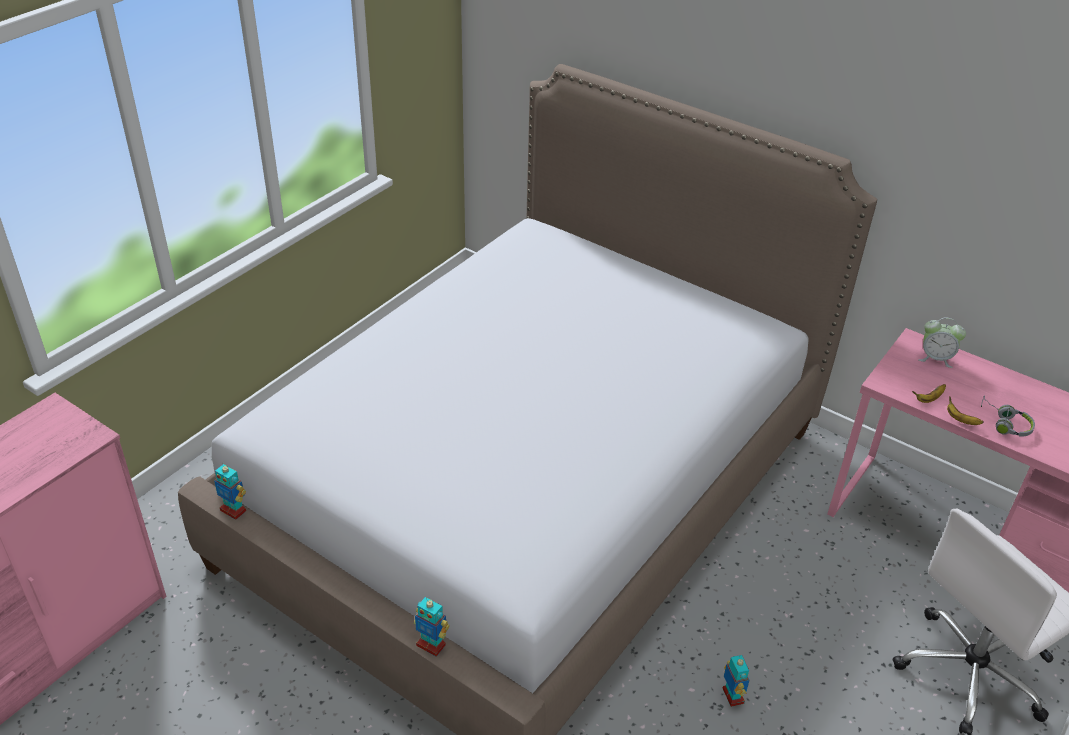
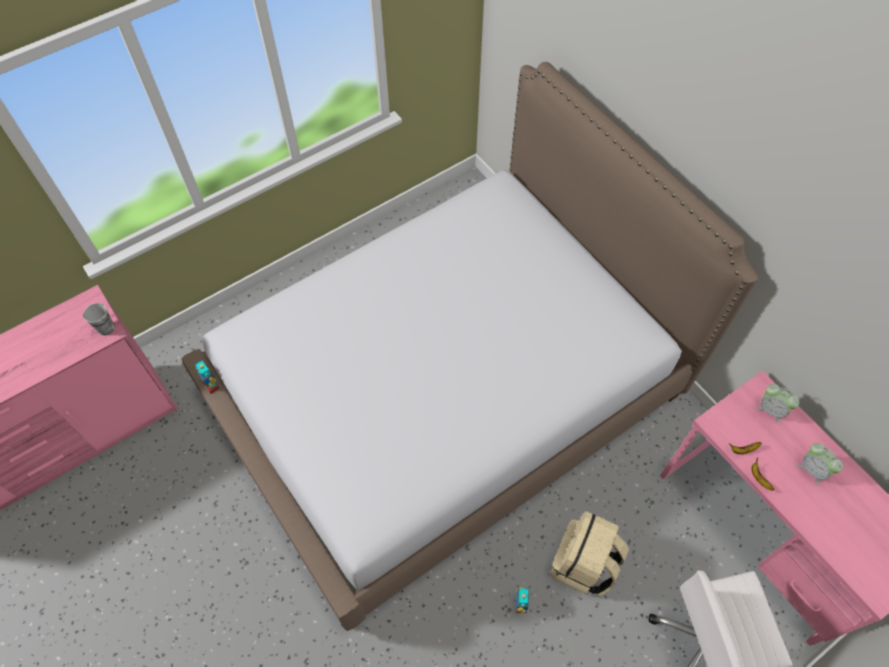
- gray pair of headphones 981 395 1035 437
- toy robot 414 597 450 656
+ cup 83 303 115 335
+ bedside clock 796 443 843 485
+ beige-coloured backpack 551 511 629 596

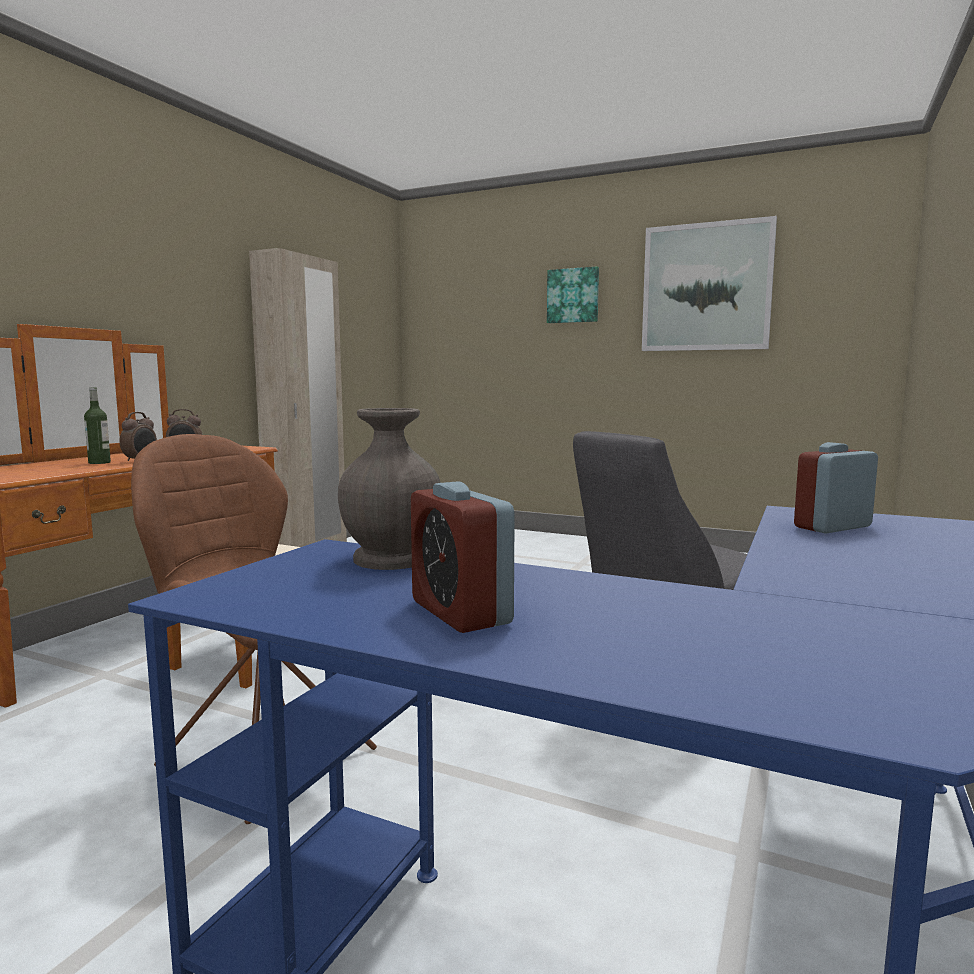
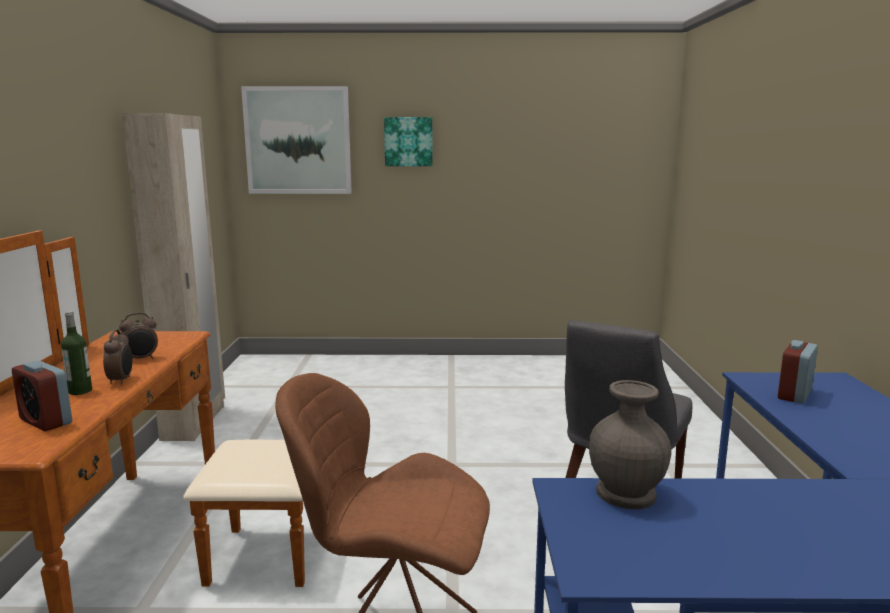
~ picture 642 216 777 351 to 241 86 352 194
~ bedside clock 411 482 515 633 to 12 361 72 431

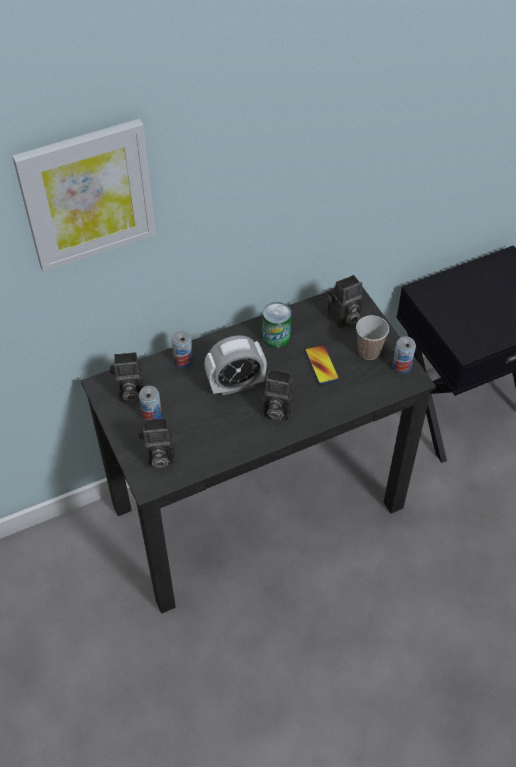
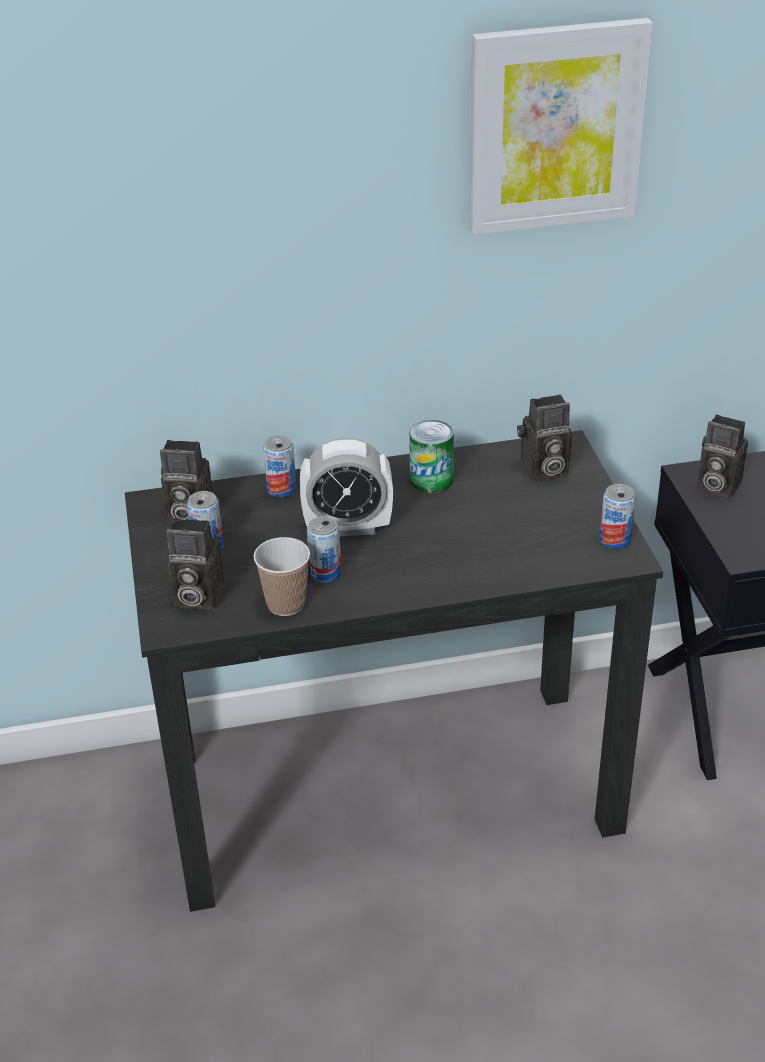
~ picture 12 119 156 272 to 469 18 653 235
~ cup 356 315 389 360 to 253 537 310 616
- telephone 305 344 339 384
~ still camera 263 369 296 421 to 697 414 748 499
+ can 307 516 342 583

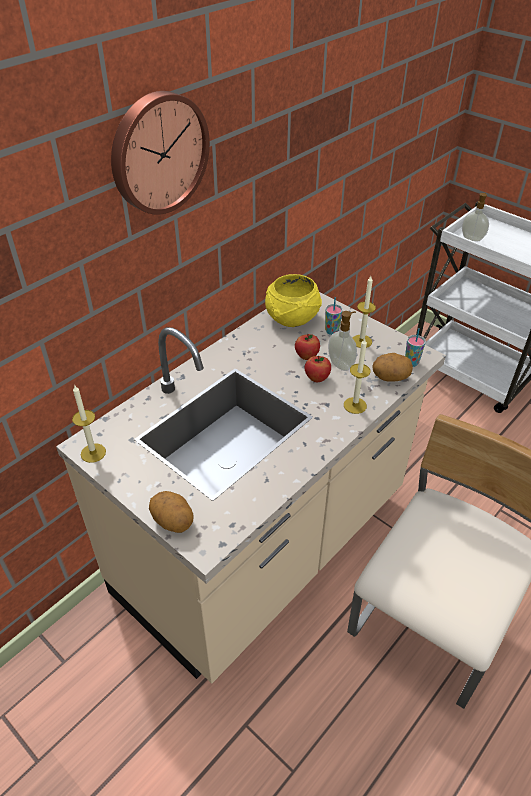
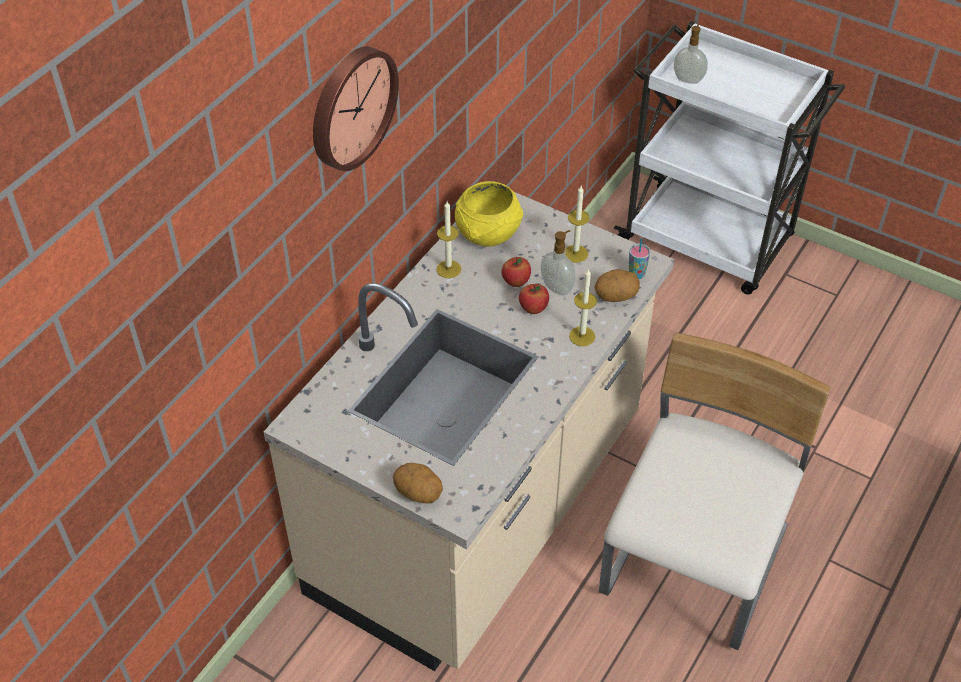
- cup 325 297 343 335
~ wax candle 72 386 106 463 to 436 202 461 278

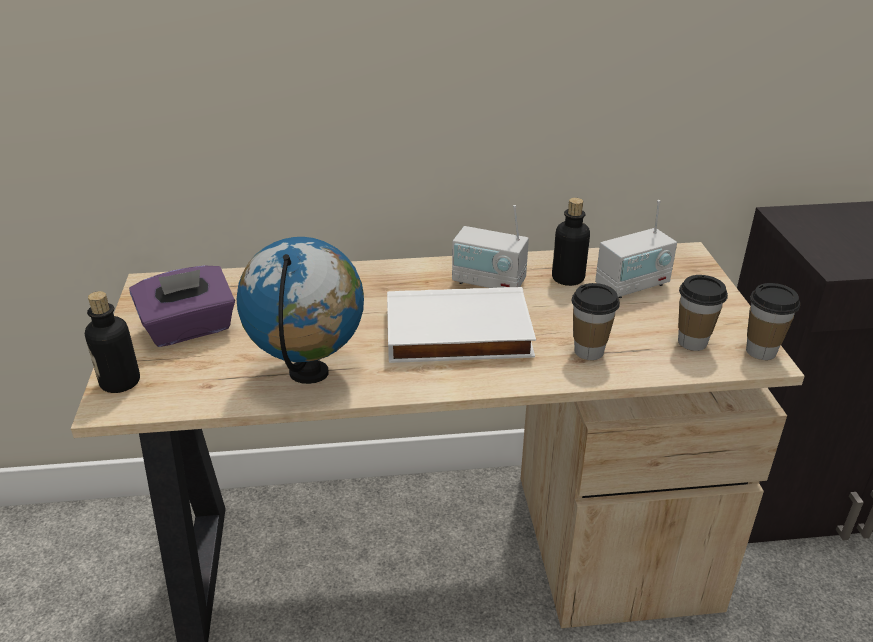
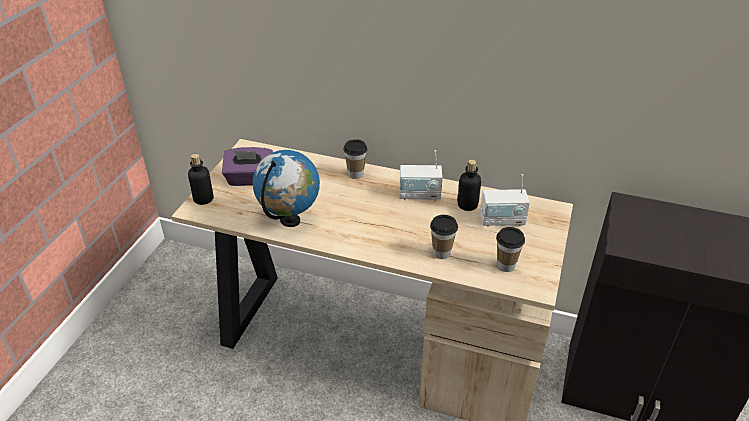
~ radio 452 205 529 288 = 400 150 443 201 45 degrees counterclockwise
~ cup 746 283 800 360 to 343 139 368 179
- white bound book 387 287 536 363

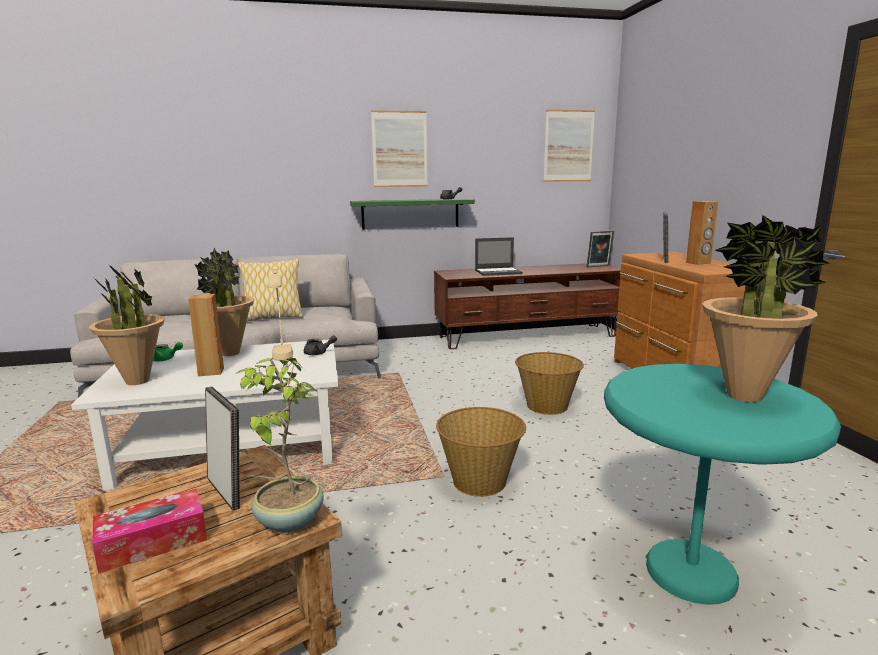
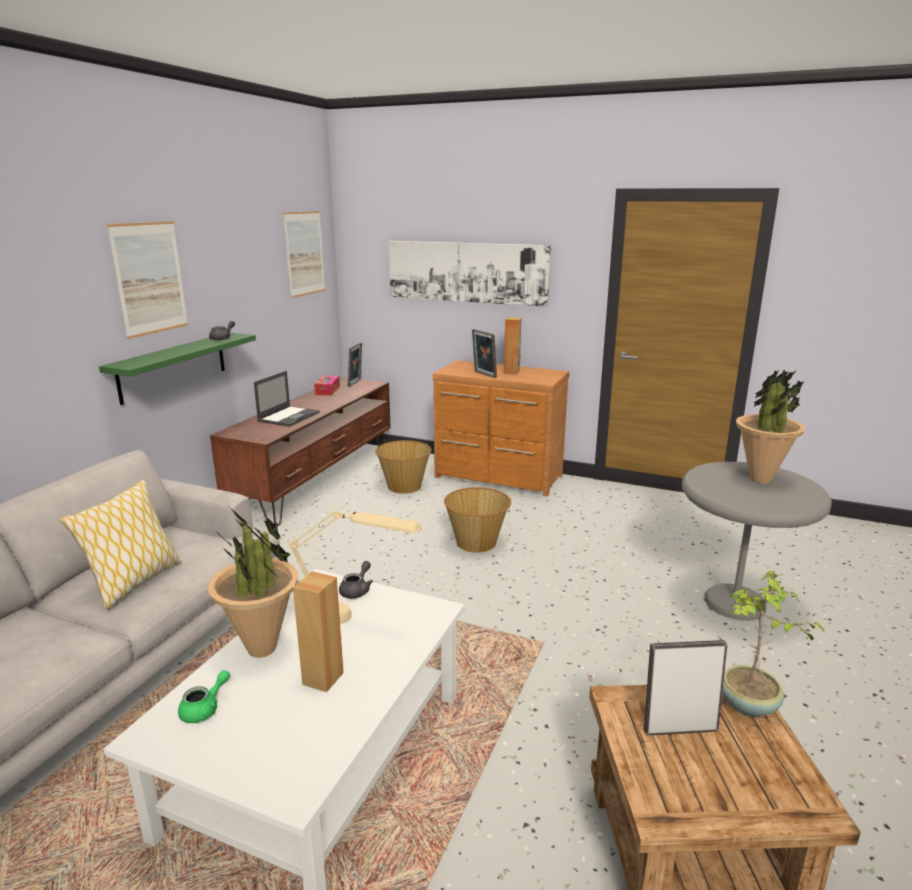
- houseplant 89 263 165 385
~ turquoise end table 604 364 841 605 to gray end table 682 462 832 621
~ storage basket 436 407 526 497 to 375 440 432 494
~ box of tissues 92 489 207 574 to 314 376 340 395
+ picture 389 241 551 307

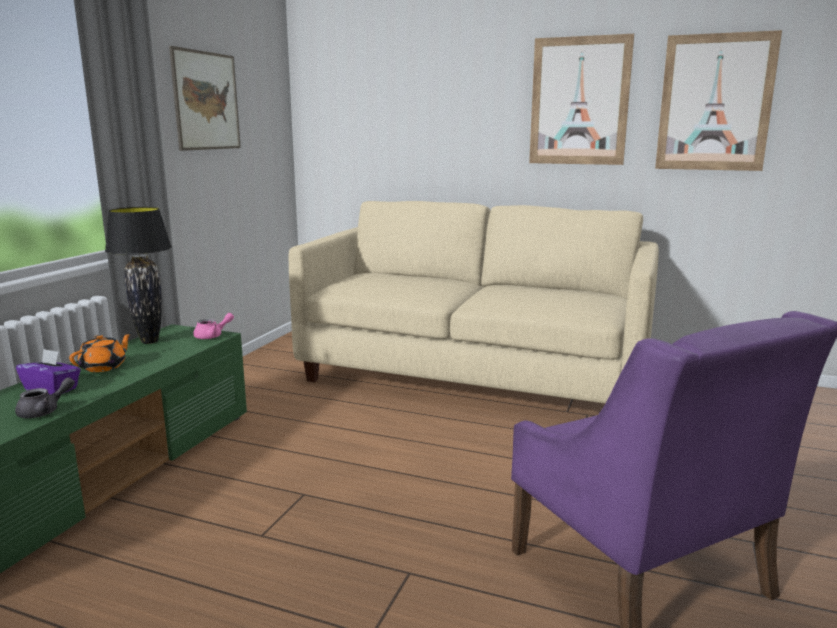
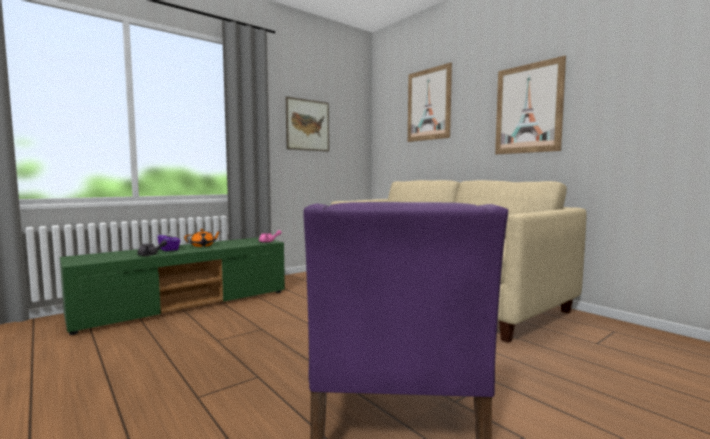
~ picture 655 30 782 171 to 408 63 452 142
- black tabletop lamp 105 207 172 344

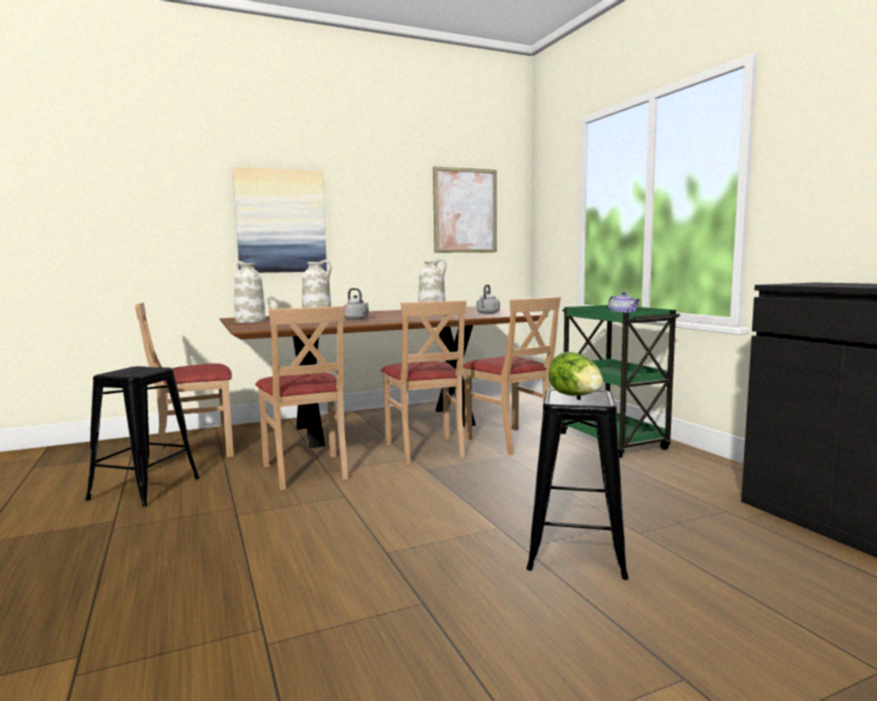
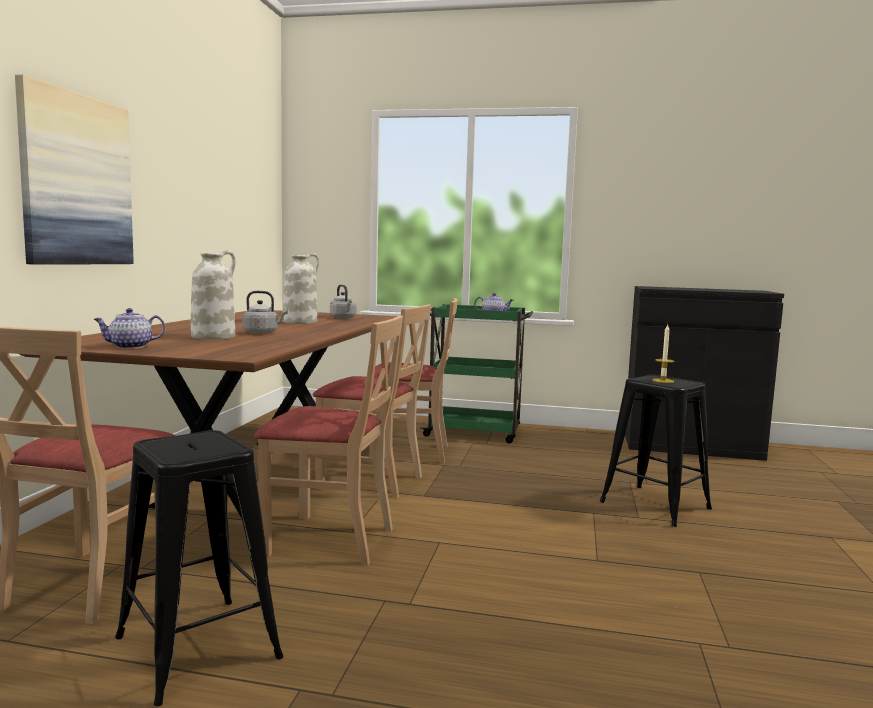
- picture 433 166 497 253
~ white decorative vase 234 261 266 323 to tea pot 94 308 166 349
~ head of lettuce 548 352 603 396 to wax candle 652 325 674 383

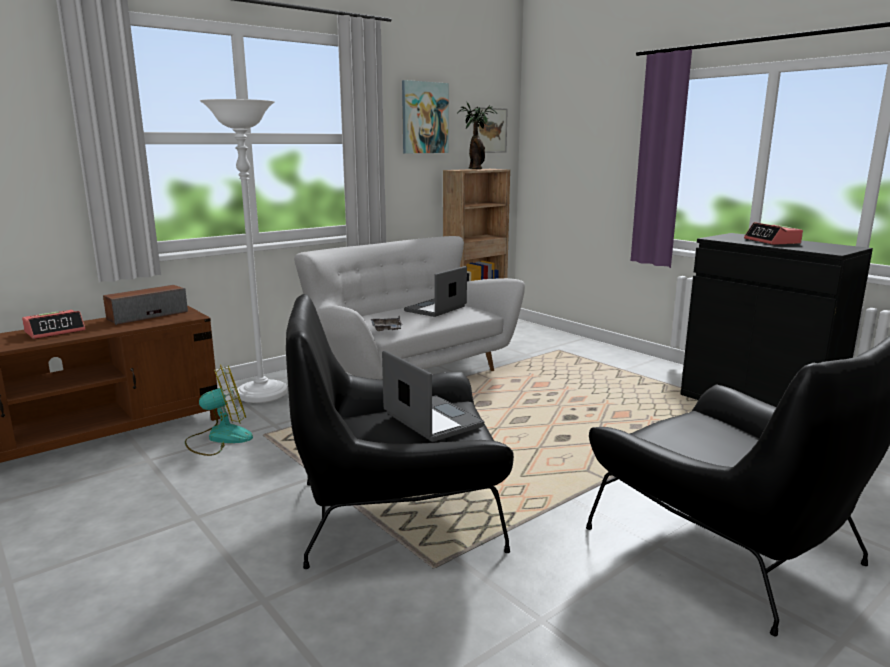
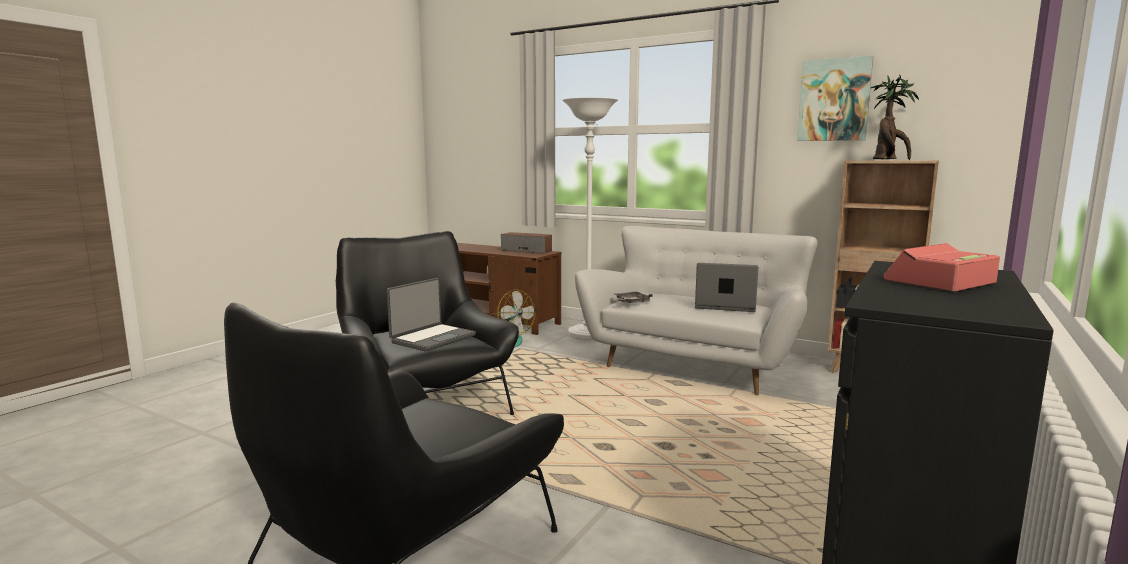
- picture 475 107 508 153
- bedside clock 22 310 85 339

